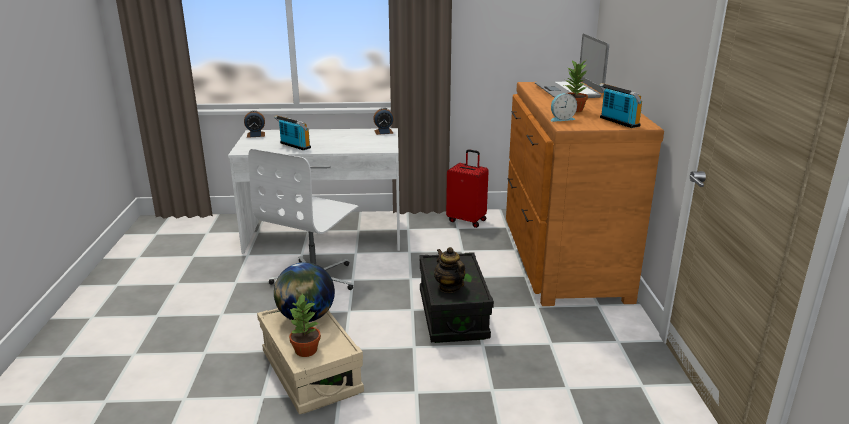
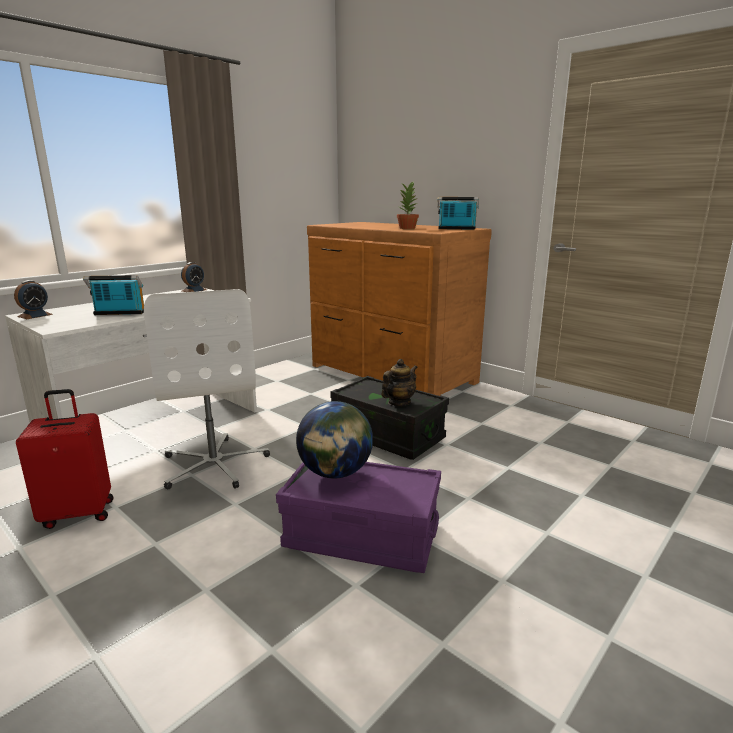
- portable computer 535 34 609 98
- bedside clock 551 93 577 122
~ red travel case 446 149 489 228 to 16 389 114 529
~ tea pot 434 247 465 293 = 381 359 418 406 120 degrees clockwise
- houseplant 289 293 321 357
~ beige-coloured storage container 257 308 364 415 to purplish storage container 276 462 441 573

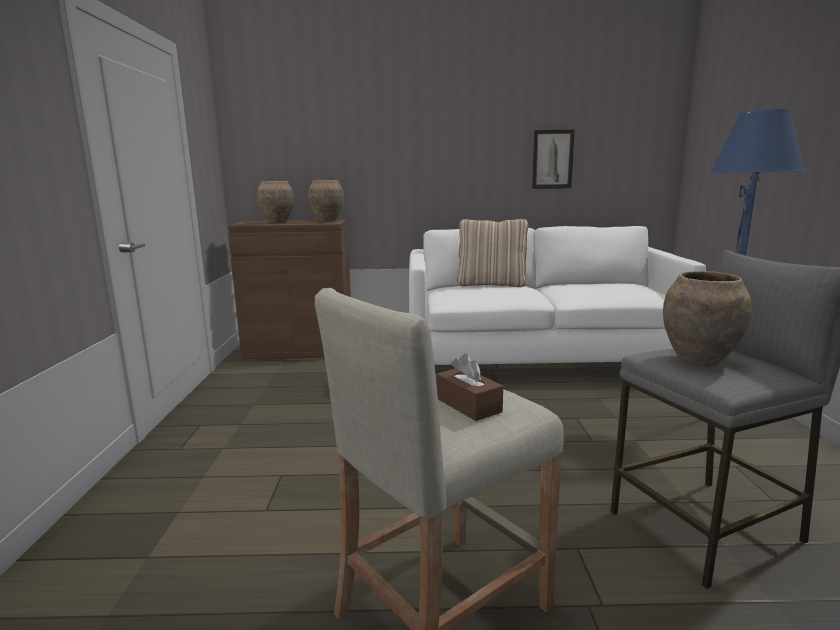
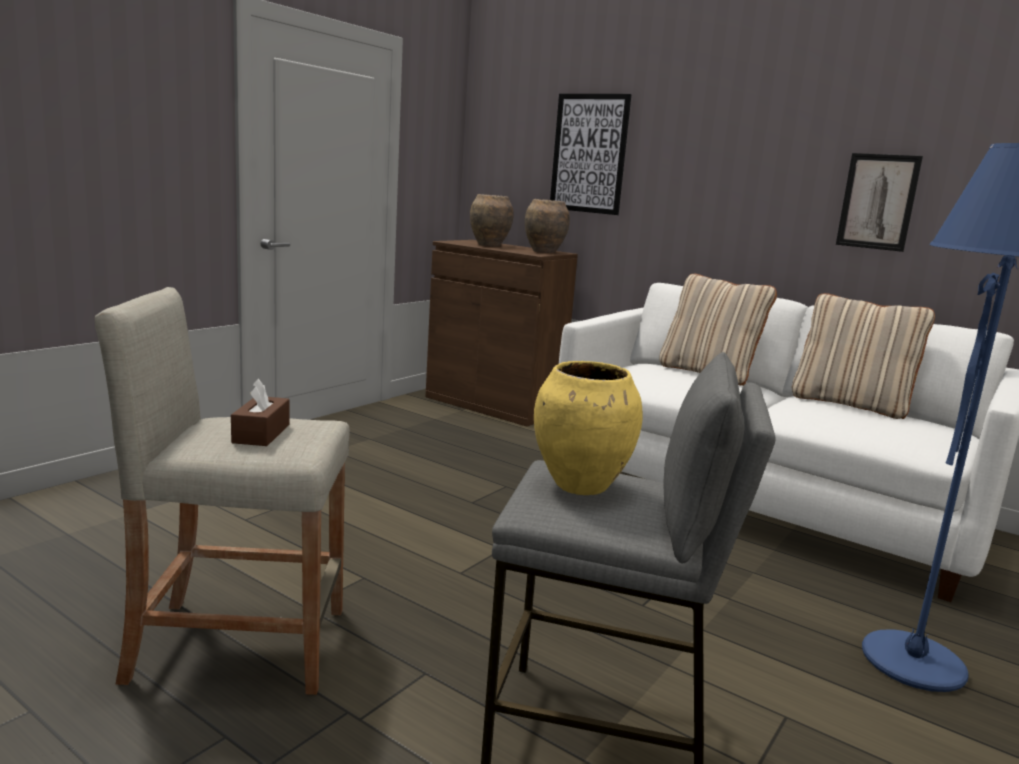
~ brown-coloured decorative vase 663 271 752 367 to yellowish decorative vase 534 361 643 495
+ picture 550 94 632 215
+ beige-coloured pillow 792 293 935 419

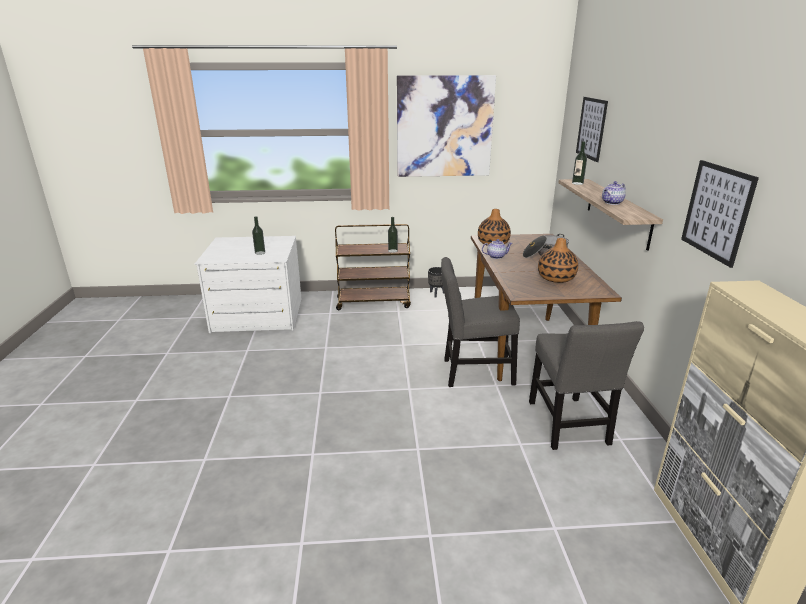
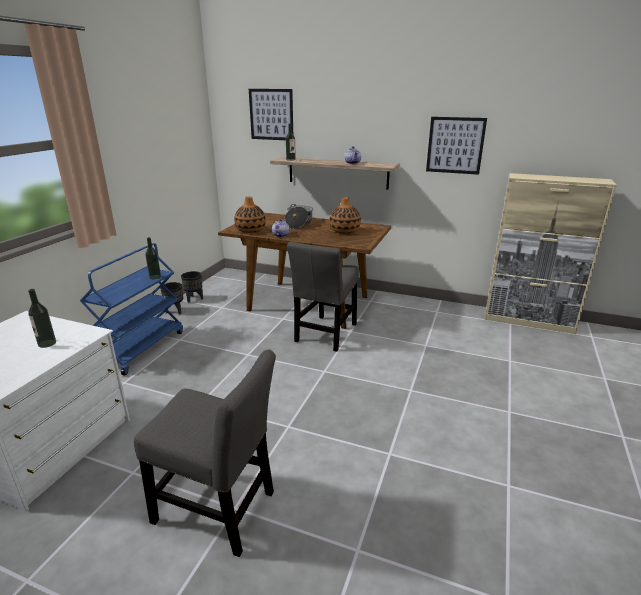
- picture 397 75 496 177
~ brown-coloured wheeled cart 335 224 411 310 to blue wheeled cart 80 243 183 376
~ gray upright chair 529 321 644 450 to 134 349 276 557
+ black plant pot 181 271 203 302

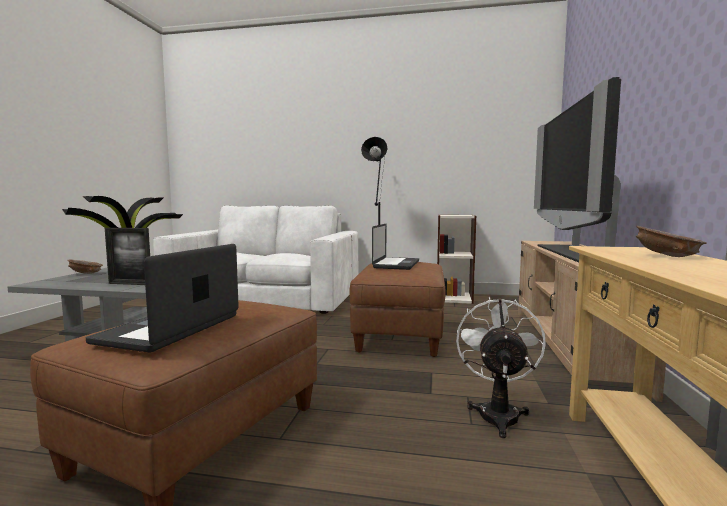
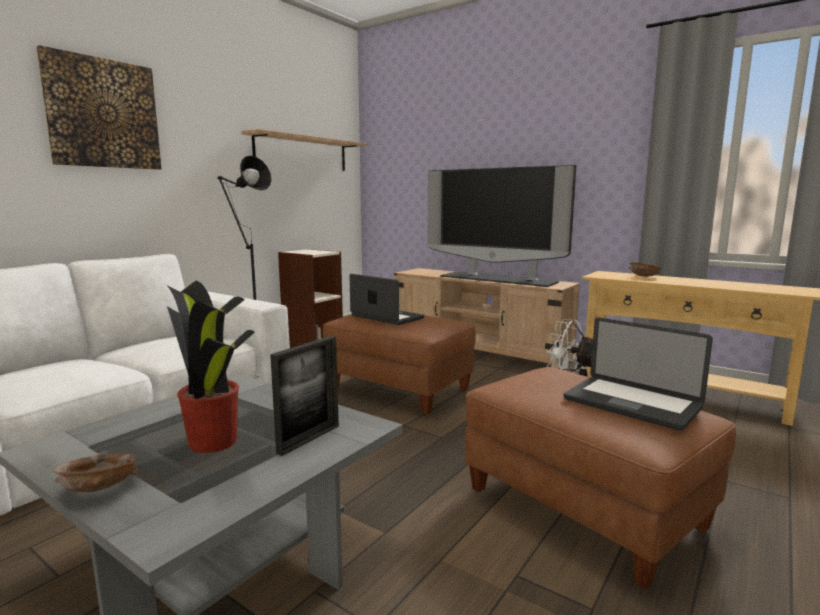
+ picture 36 45 161 170
+ bracket shelf 242 129 367 171

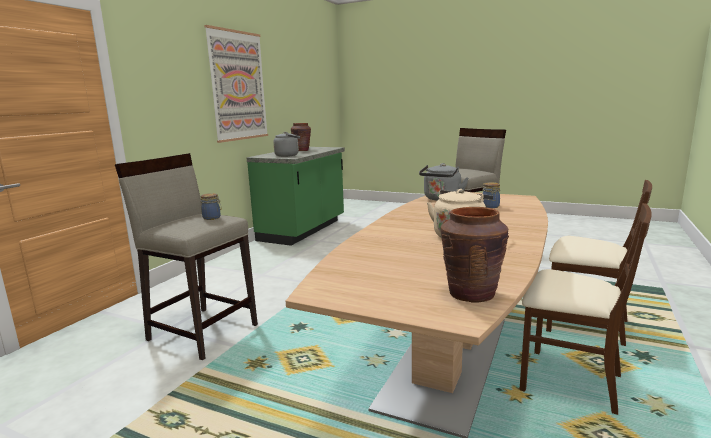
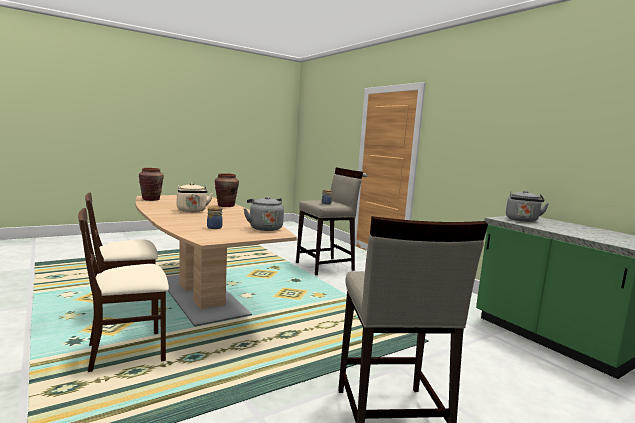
- picture 204 25 268 143
~ brown-coloured decorative vase 291 123 311 151 to 215 173 239 207

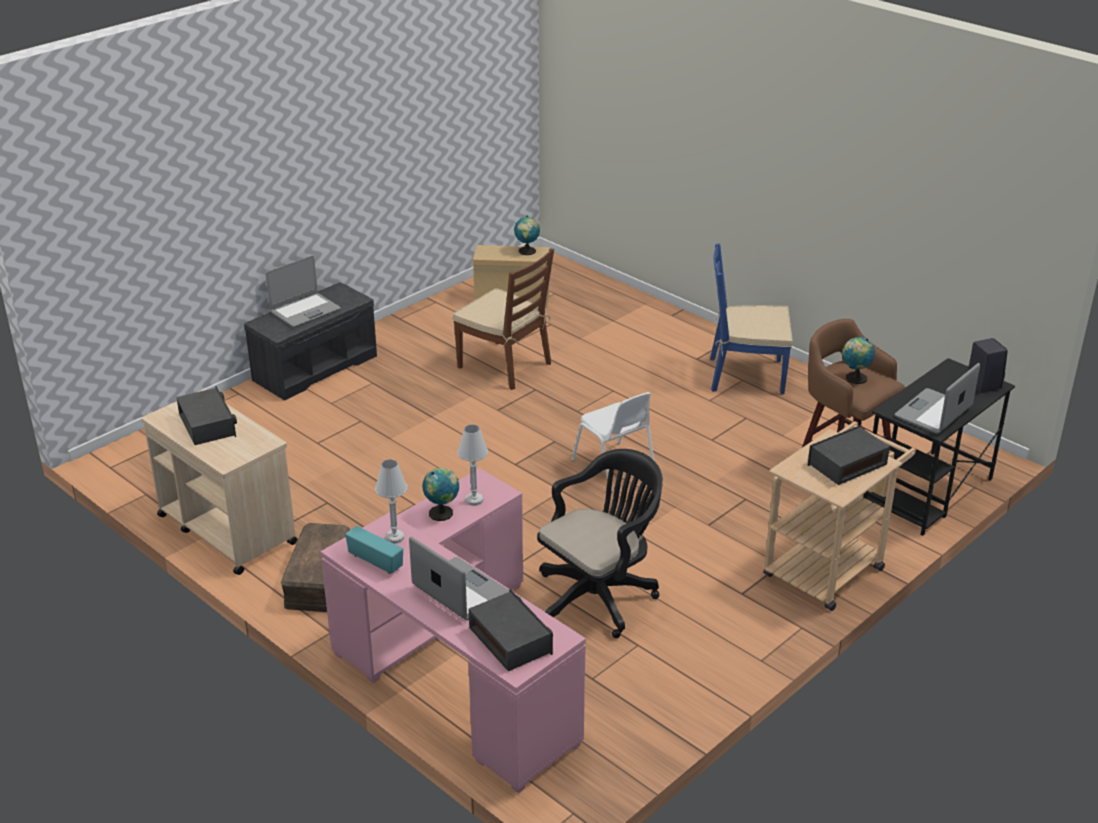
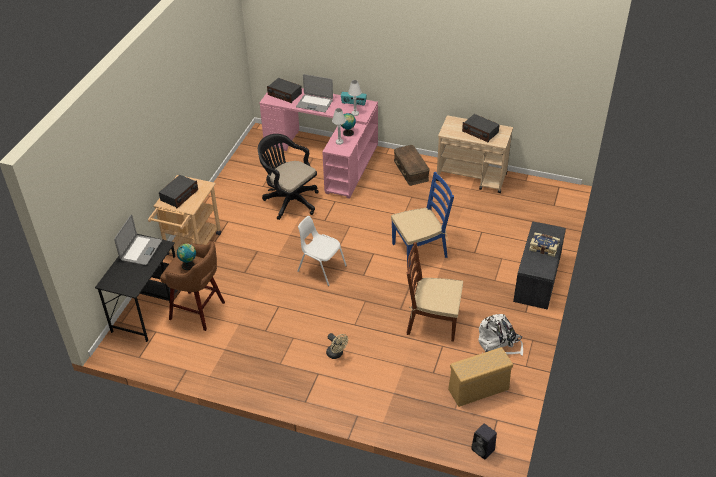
- desk globe 514 216 540 255
~ blue upright chair 710 243 793 394 to 391 172 454 268
~ portable computer 265 255 341 327 to bound book 529 233 560 257
~ black audio speaker 968 338 1008 393 to 471 424 497 459
~ black desk chair 537 449 663 638 = 258 134 319 220 105 degrees clockwise
+ white backpack 478 314 523 356
+ beige-coloured cooling fan 326 333 348 359

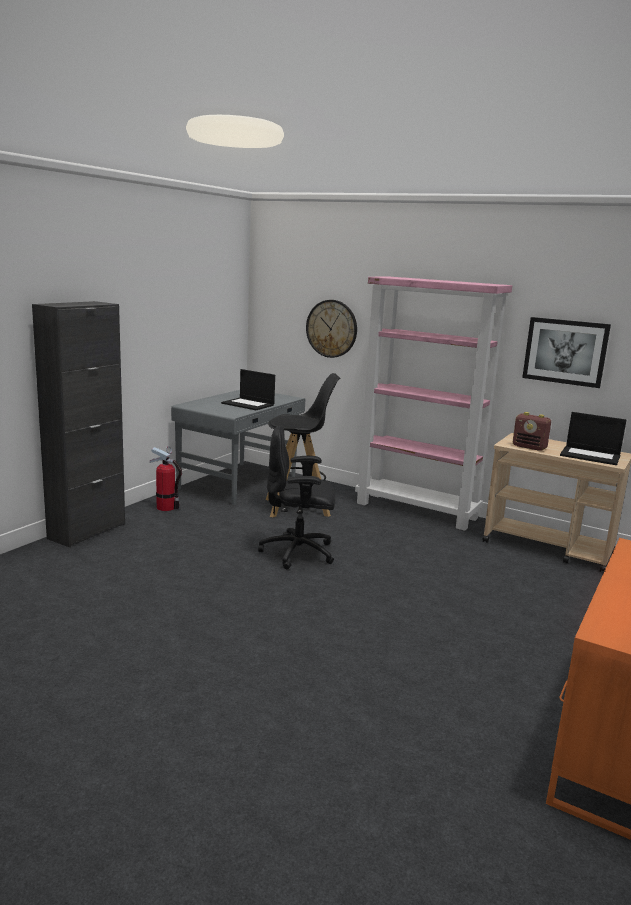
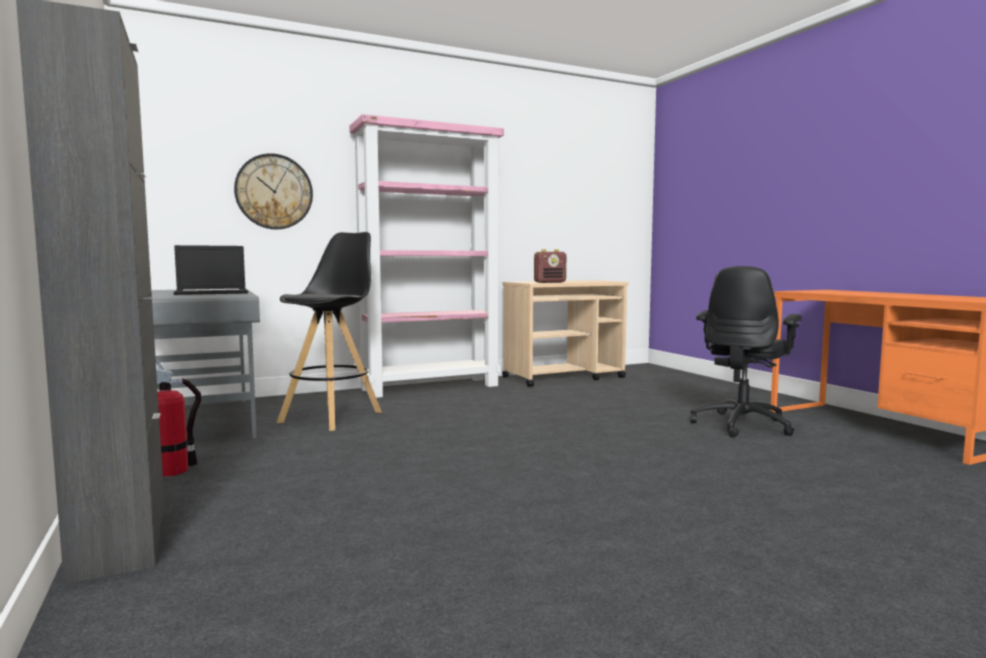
- picture 522 317 611 388
- portable computer 560 412 626 465
~ black desk chair 258 425 336 569 to 690 266 802 437

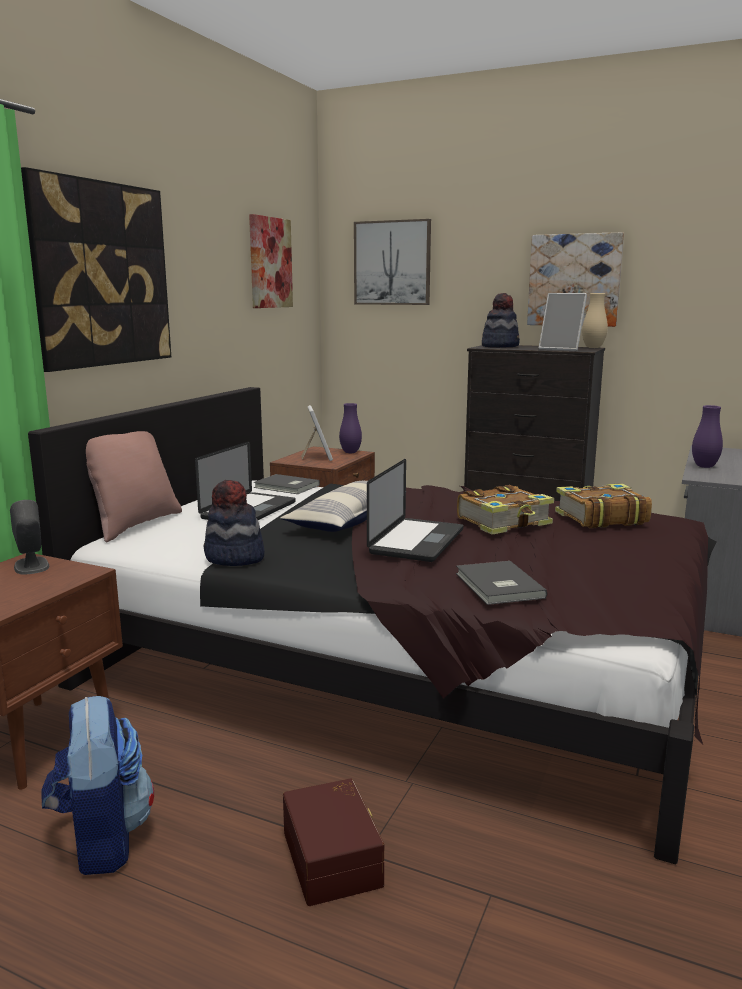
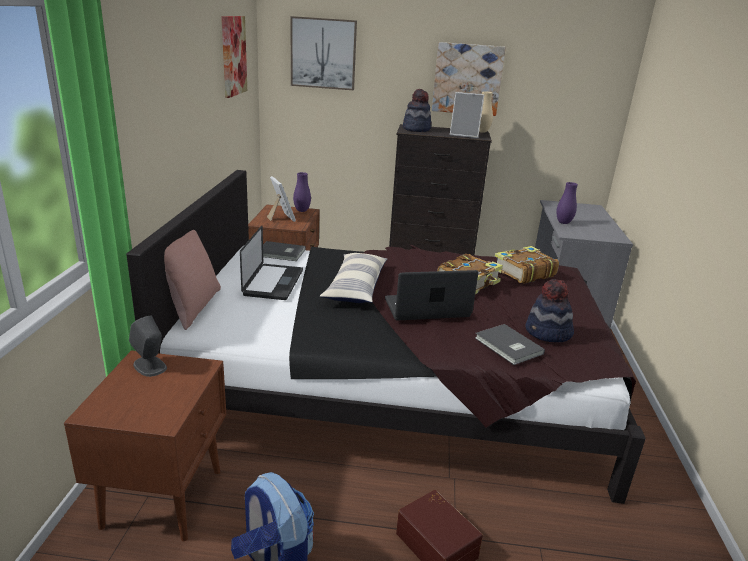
- picture 21 167 171 372
~ portable computer 367 459 463 562 = 385 270 479 320 105 degrees counterclockwise
~ wearable hat 204 480 265 566 to 526 279 574 342

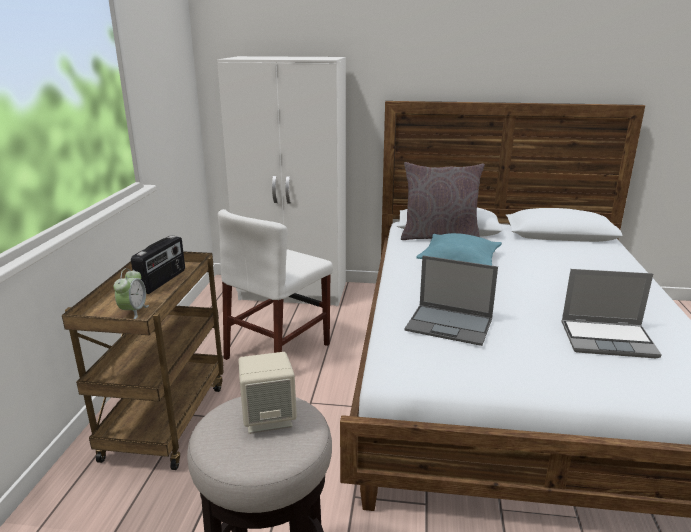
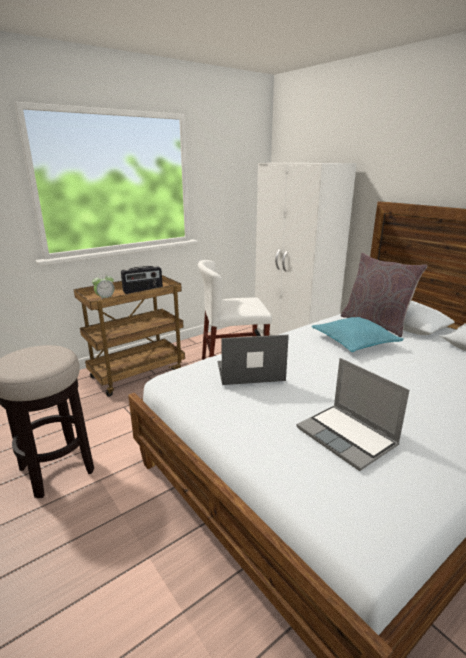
~ portable computer 405 256 498 346 = 218 335 289 385 105 degrees clockwise
- beige-coloured audio speaker 238 352 297 434

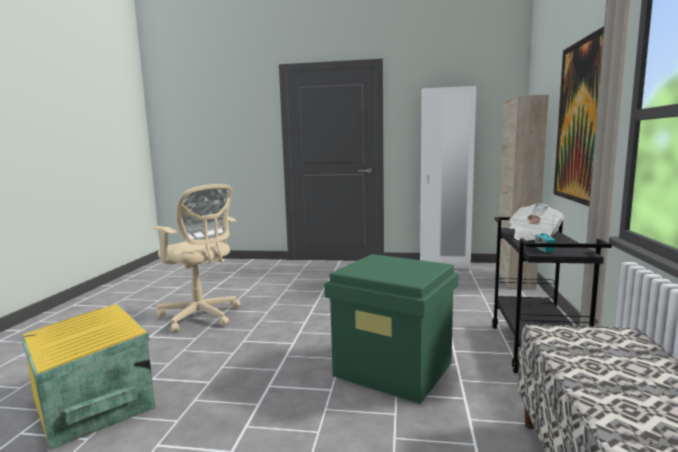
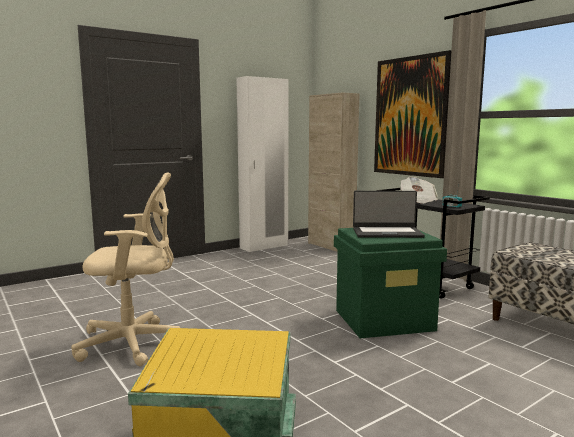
+ portable computer 353 191 425 238

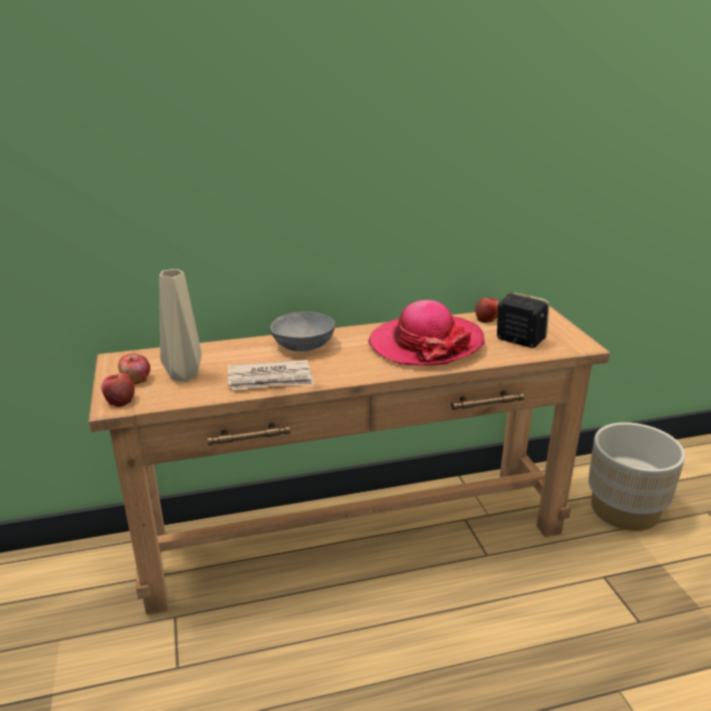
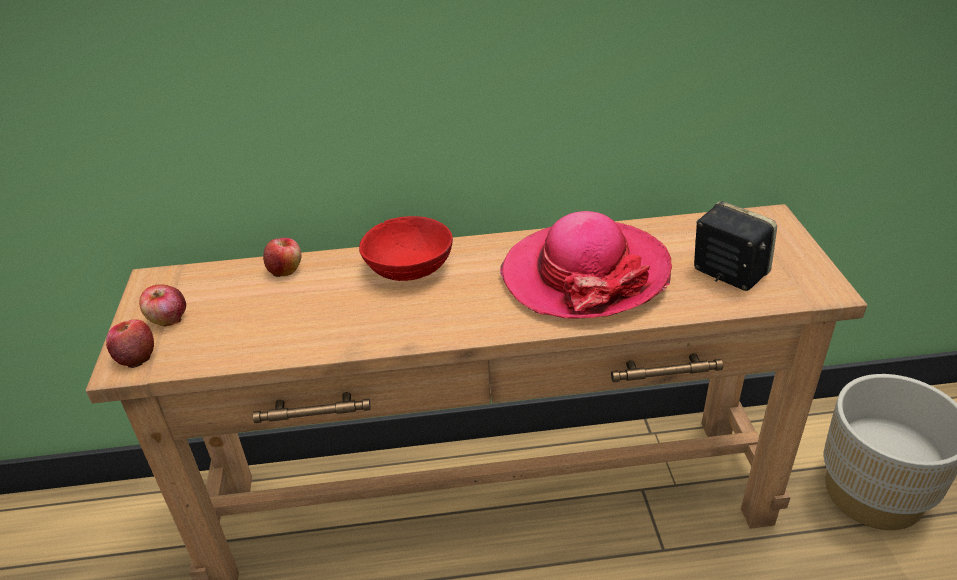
- beige-coloured decorative vase 159 269 202 382
~ whole apple 475 298 499 323 to 263 238 301 277
~ gray deep dish 270 312 335 352 to red deep dish 359 216 453 281
- printed paper 228 359 315 390

